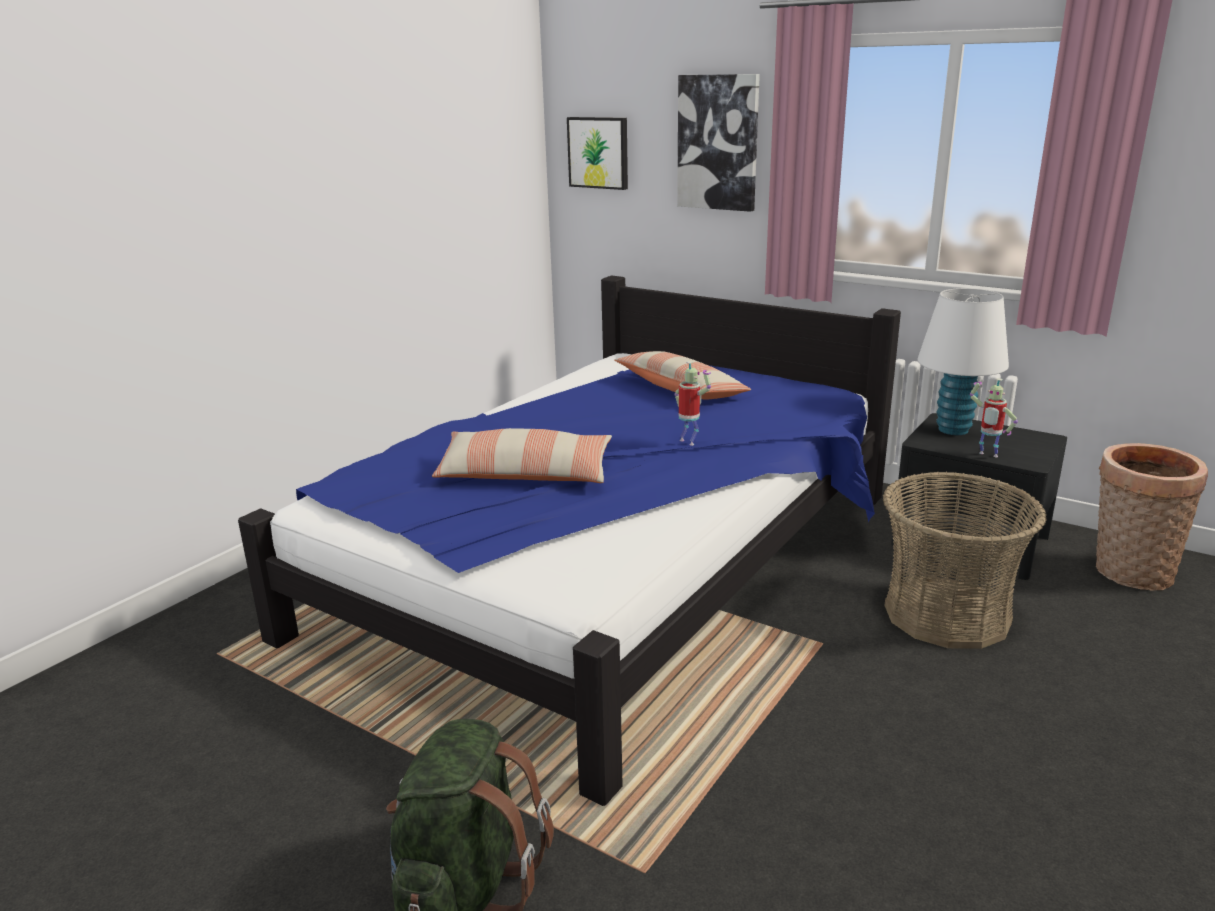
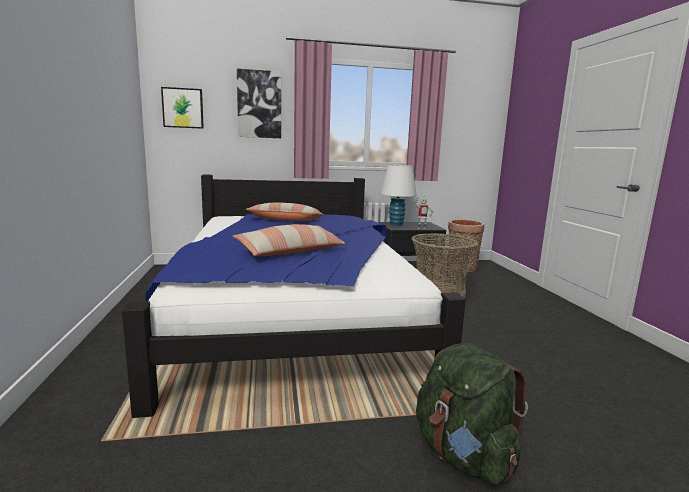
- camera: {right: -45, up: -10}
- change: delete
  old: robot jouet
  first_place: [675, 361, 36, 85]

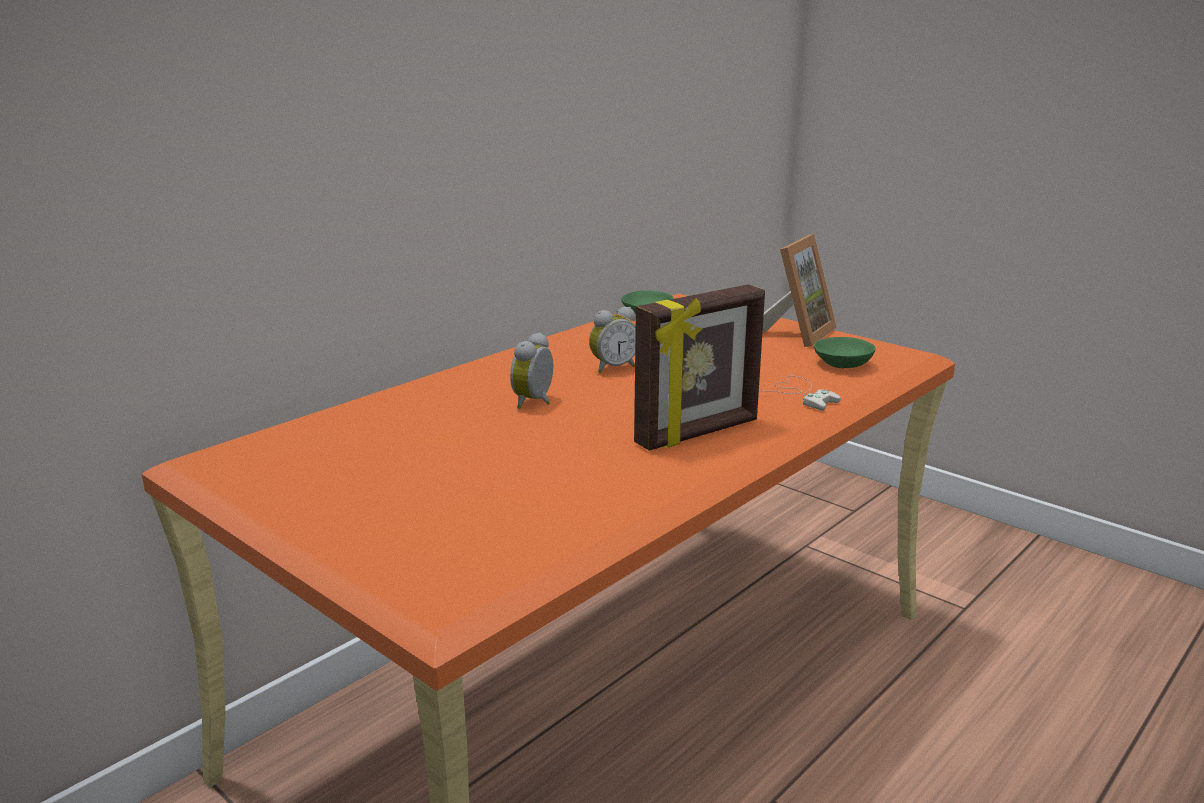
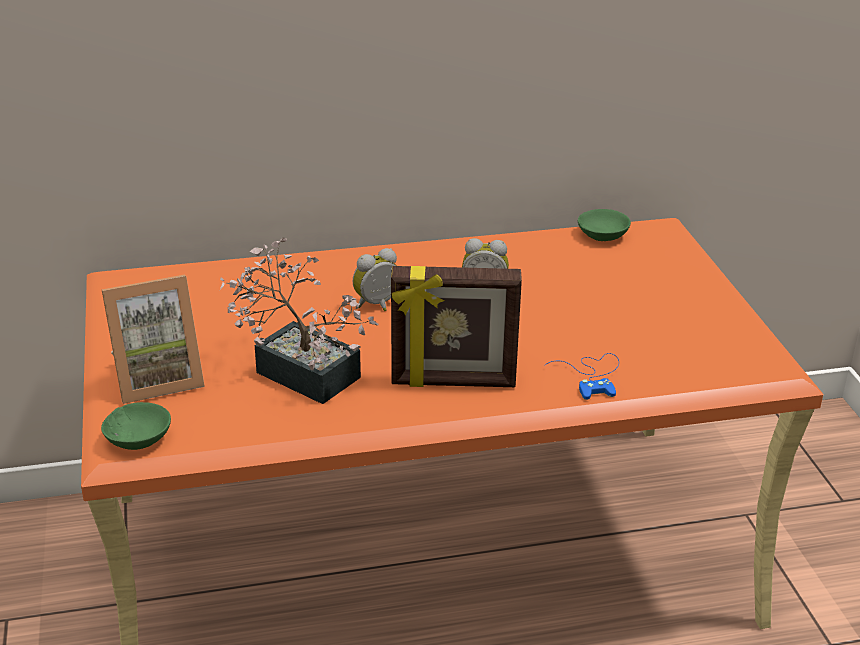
- camera: {right: 35, up: 10}
- change: recolor
  old: manette [blanc]
  new: manette [bleu]
  first_place: [760, 376, 81, 34]
  second_place: [544, 353, 75, 47]
- change: move
  old: cadre photo
  first_place: [763, 234, 74, 113]
  second_place: [102, 274, 103, 130]
- change: move
  old: bol [vert]
  first_place: [814, 337, 62, 31]
  second_place: [101, 402, 70, 48]
- change: insert
  new: plante en pot
  second_place: [220, 237, 159, 167]

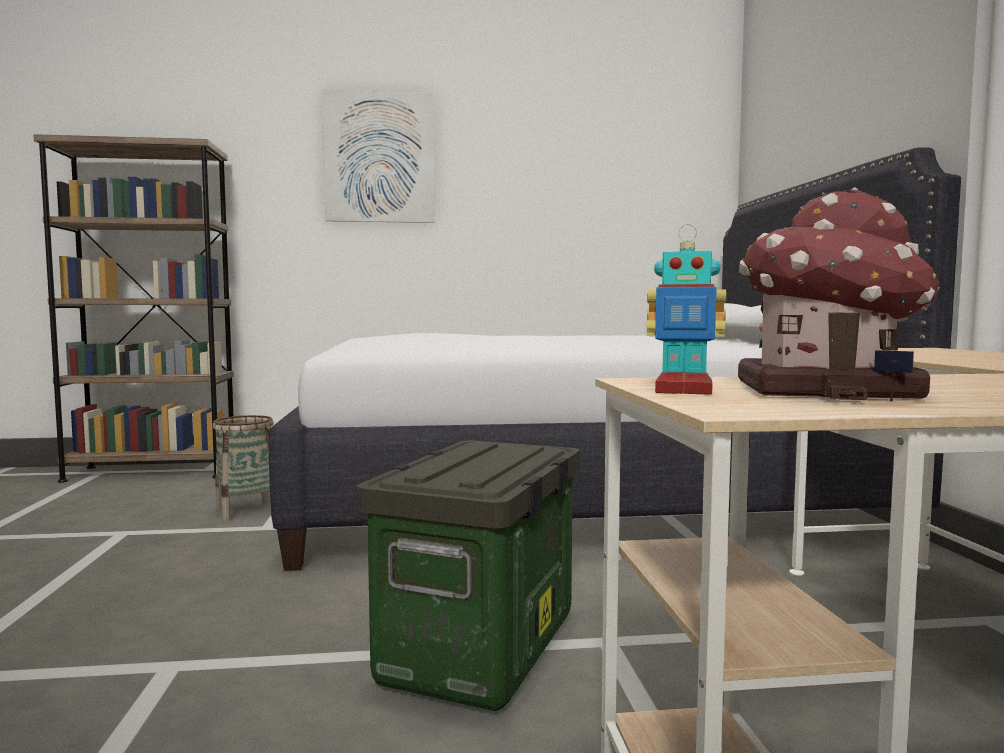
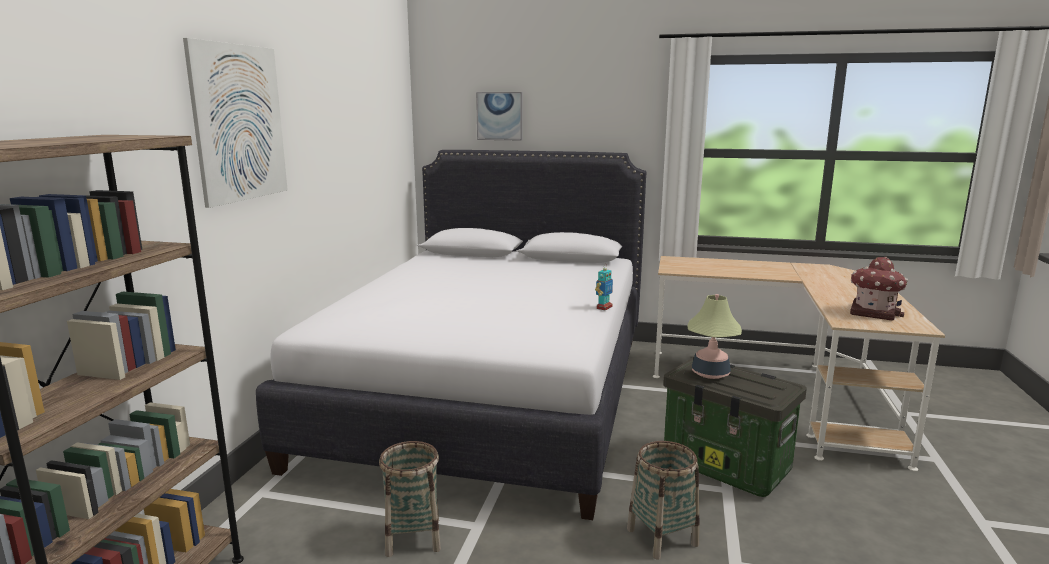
- camera: {right: -70, up: 10}
- change: move
  old: robot jouet
  first_place: [646, 224, 80, 171]
  second_place: [595, 264, 18, 47]
- change: insert
  new: tableau
  second_place: [476, 92, 47, 49]
- change: insert
  new: panier
  second_place: [627, 441, 72, 119]
- change: insert
  new: lampe de table
  second_place: [688, 294, 54, 85]

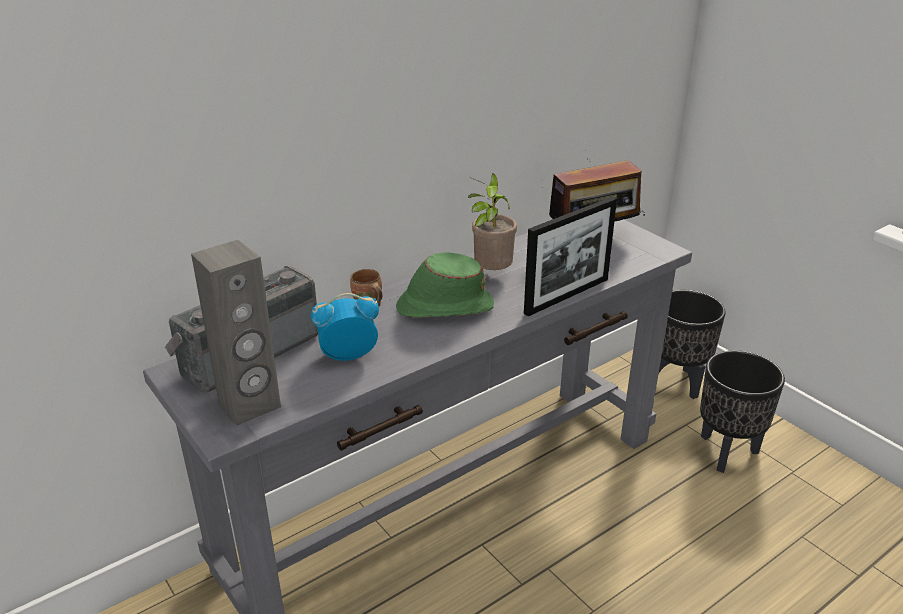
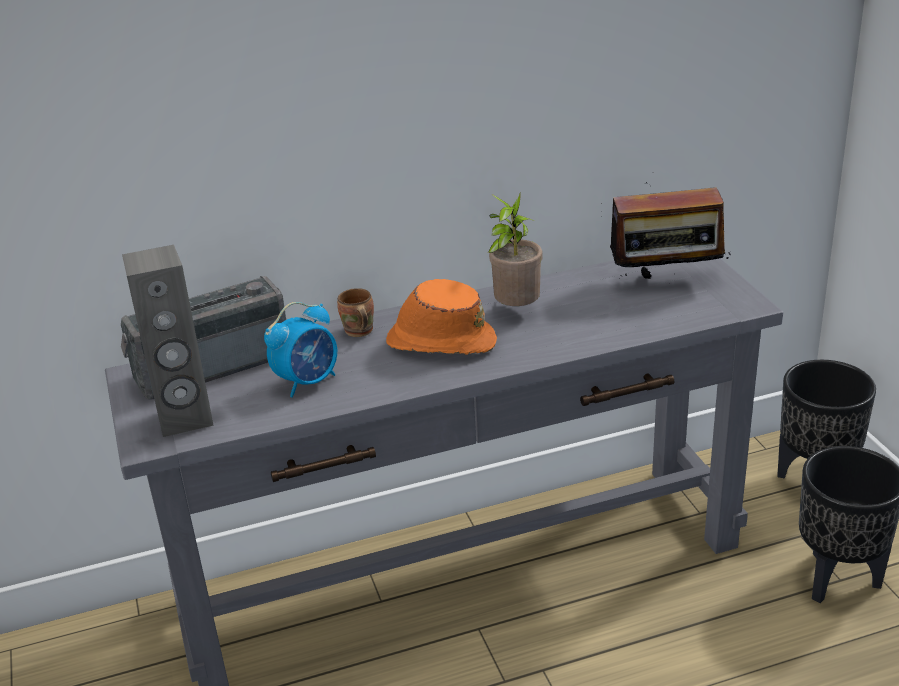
- camera: {right: 20, up: 0}
- change: rotate
  old: réveil
  first_place: [311, 293, 68, 68]
  second_place: [264, 302, 73, 96]
  degrees: 135
- change: recolor
  old: chapeau [vert]
  new: chapeau [orange]
  first_place: [396, 252, 98, 66]
  second_place: [386, 279, 111, 76]
- change: delete
  old: cadre photo
  first_place: [524, 197, 93, 119]

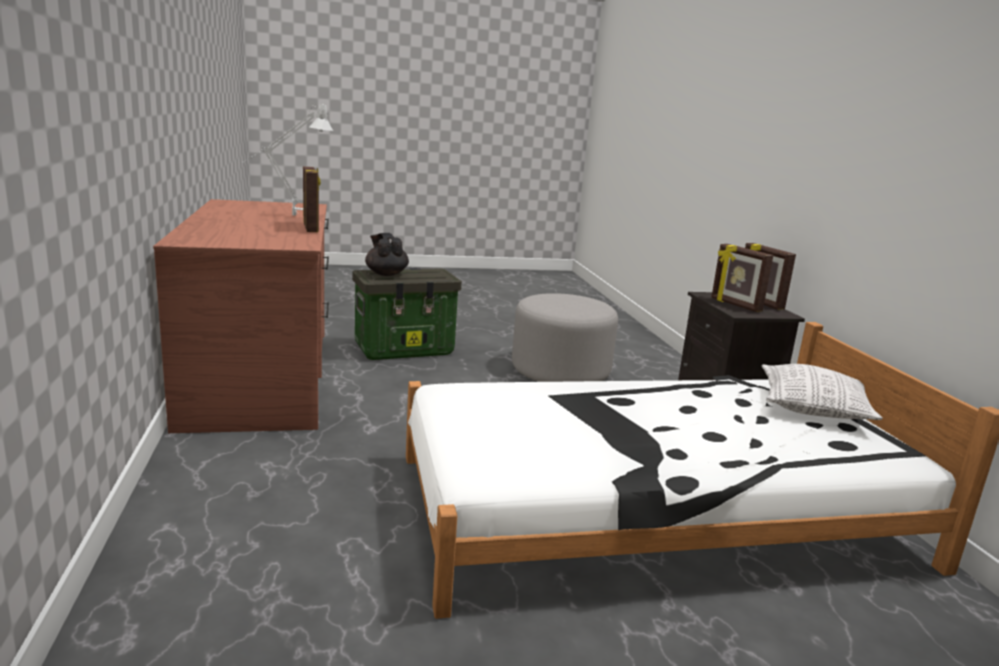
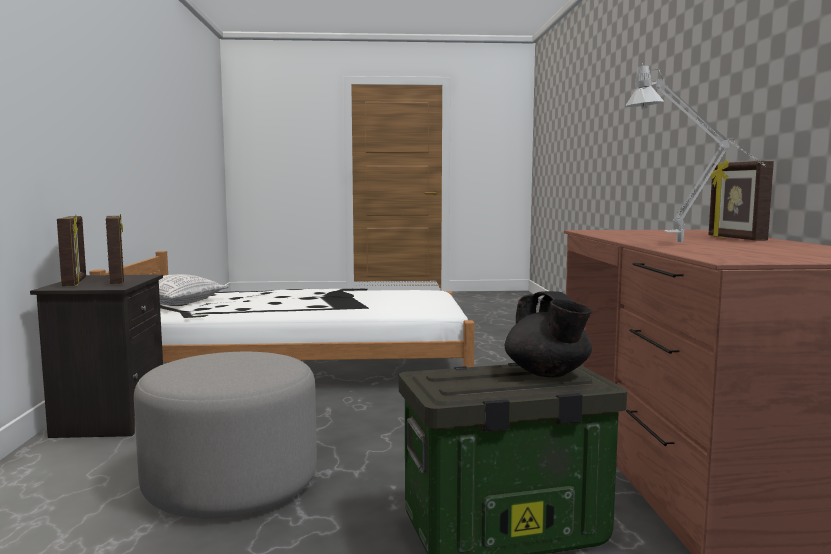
- camera: {right: -170, up: -10}
- change: move
  old: cadre photo
  first_place: [303, 166, 17, 66]
  second_place: [708, 160, 66, 81]

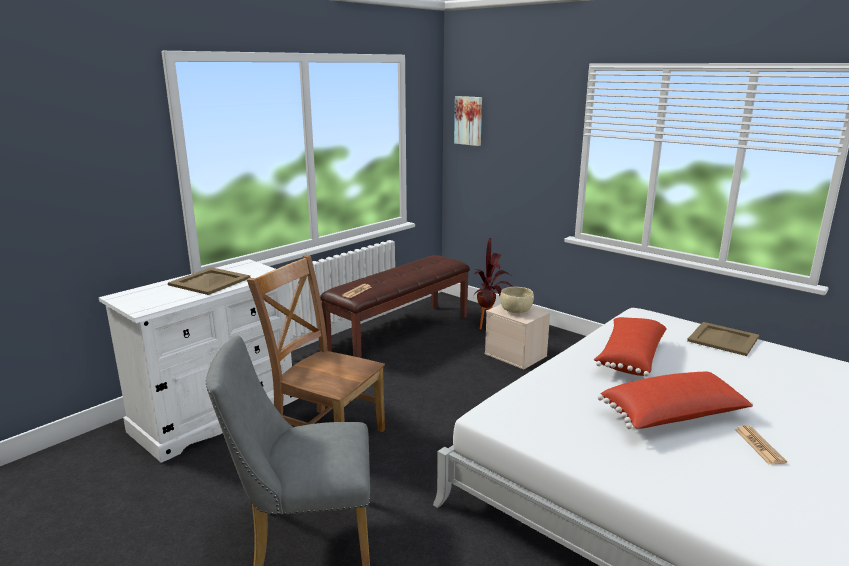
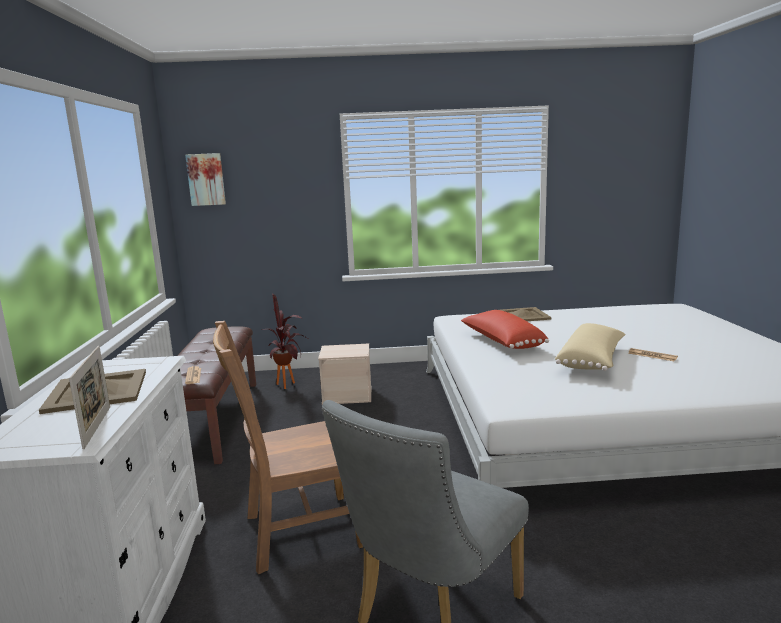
- camera: {right: -45, up: -5}
- change: delete
  old: bol [beige]
  first_place: [500, 287, 34, 26]
- change: recolor
  old: coussin [rouge]
  new: coussin [beige]
  first_place: [597, 372, 156, 57]
  second_place: [555, 323, 71, 48]
- change: insert
  new: cadre photo
  second_place: [69, 346, 41, 103]

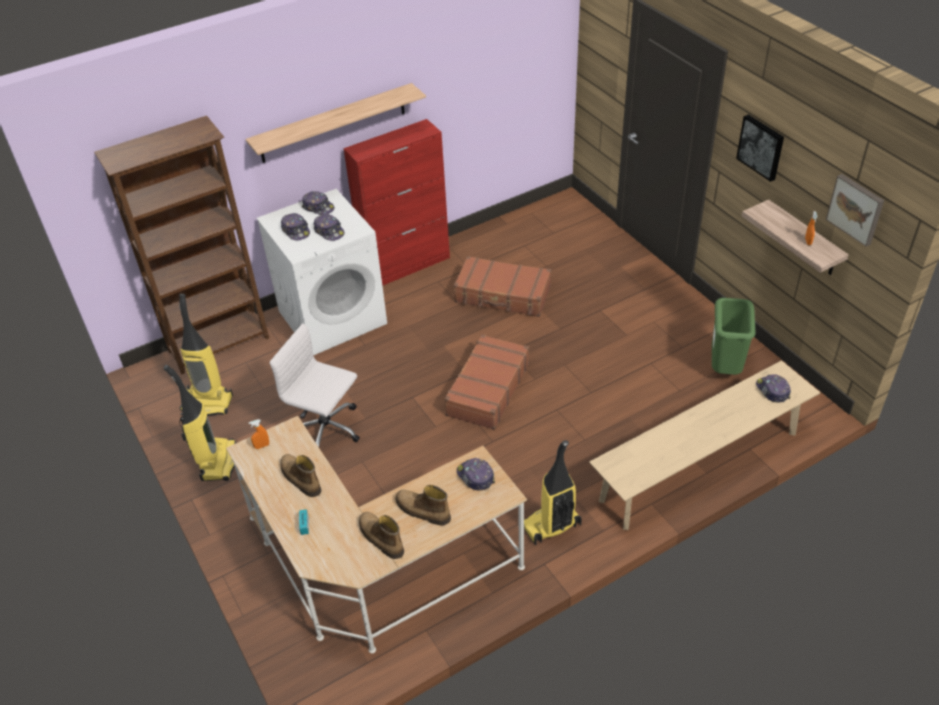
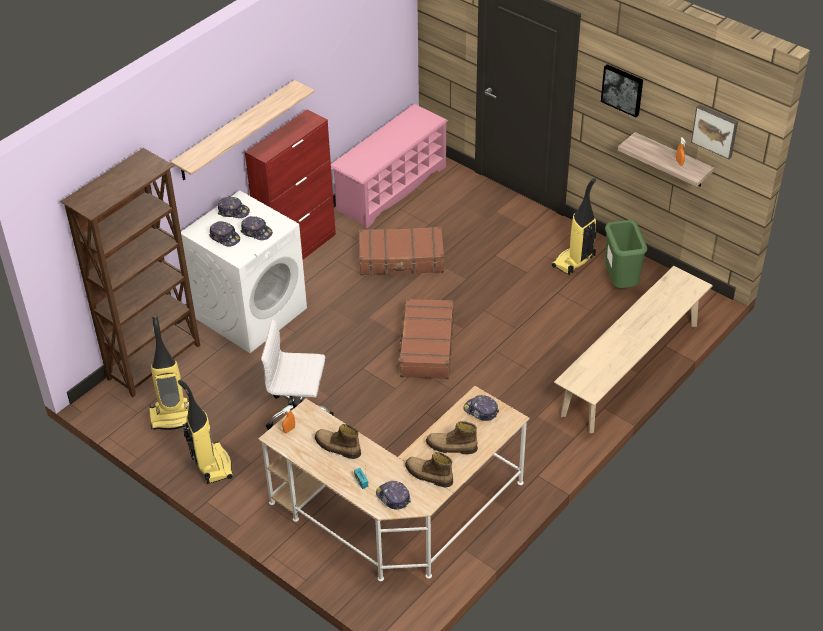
- camera: {right: -20, up: 0}
- change: move
  old: aspirateur
  first_place: [524, 440, 58, 105]
  second_place: [552, 178, 45, 97]
- change: move
  old: casquette
  first_place: [756, 374, 35, 28]
  second_place: [376, 481, 35, 29]
- change: insert
  new: étagère à chaussures [rose]
  second_place: [331, 104, 117, 125]

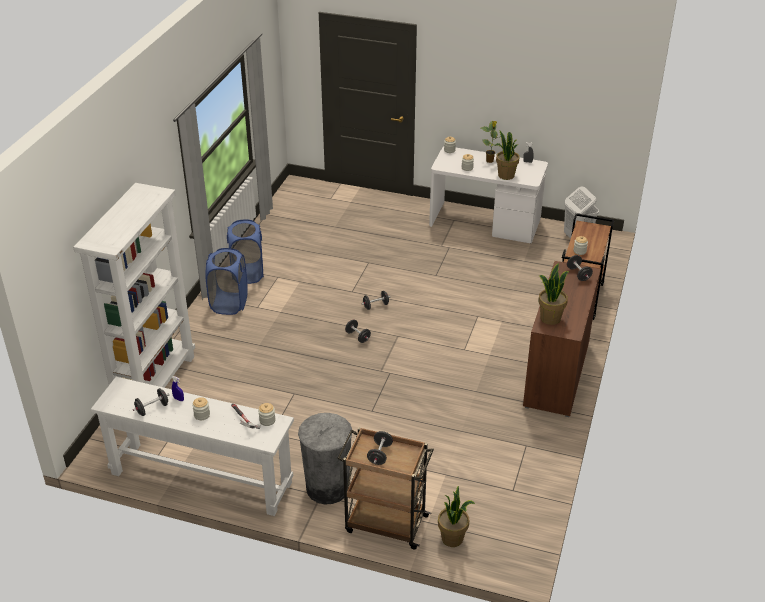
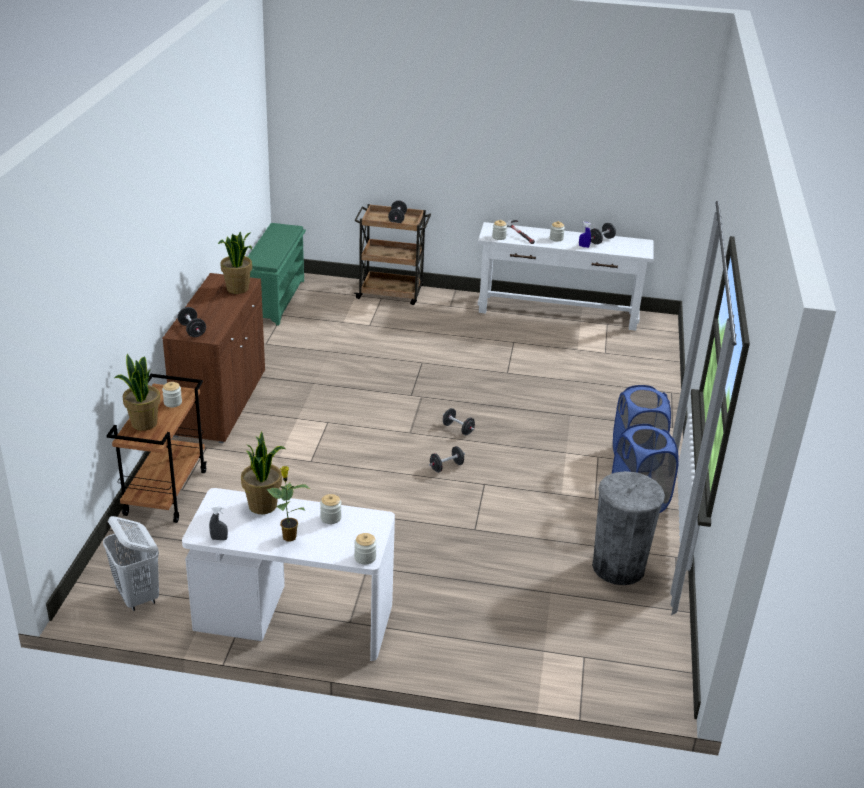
- camera: {right: 170, up: -5}
- change: delete
  old: bibliothèque [blanc]
  first_place: [73, 183, 122, 205]
- change: move
  old: poubelle [gris]
  first_place: [298, 413, 54, 91]
  second_place: [592, 471, 73, 114]
- change: move
  old: plante en pot
  first_place: [438, 486, 37, 61]
  second_place: [115, 353, 45, 78]
- change: insert
  new: étagère à chaussures [vert]
  second_place: [248, 223, 58, 103]

